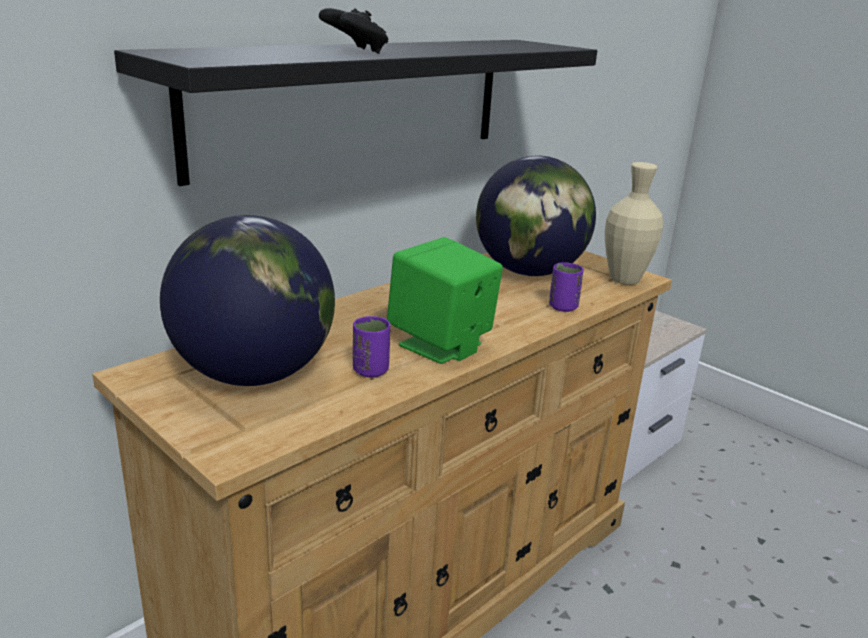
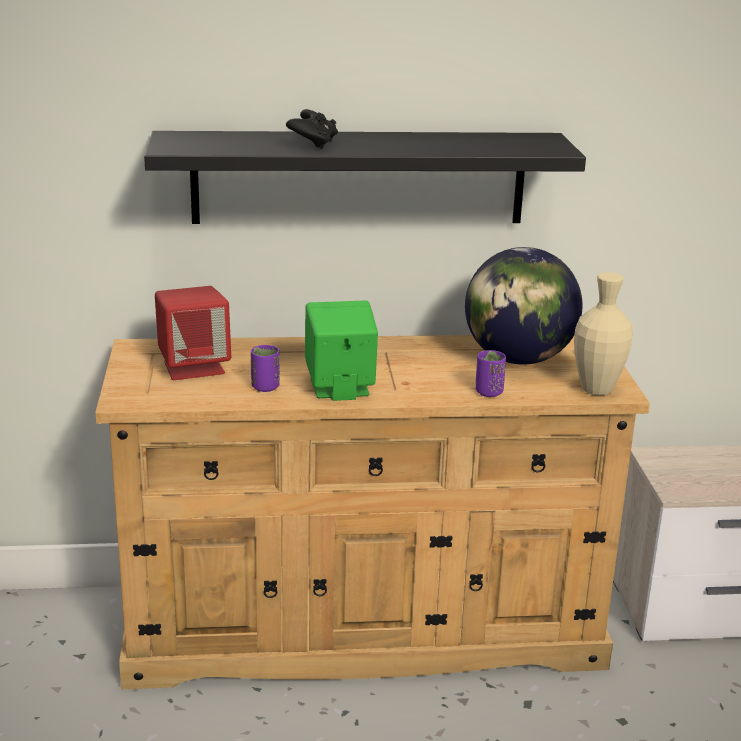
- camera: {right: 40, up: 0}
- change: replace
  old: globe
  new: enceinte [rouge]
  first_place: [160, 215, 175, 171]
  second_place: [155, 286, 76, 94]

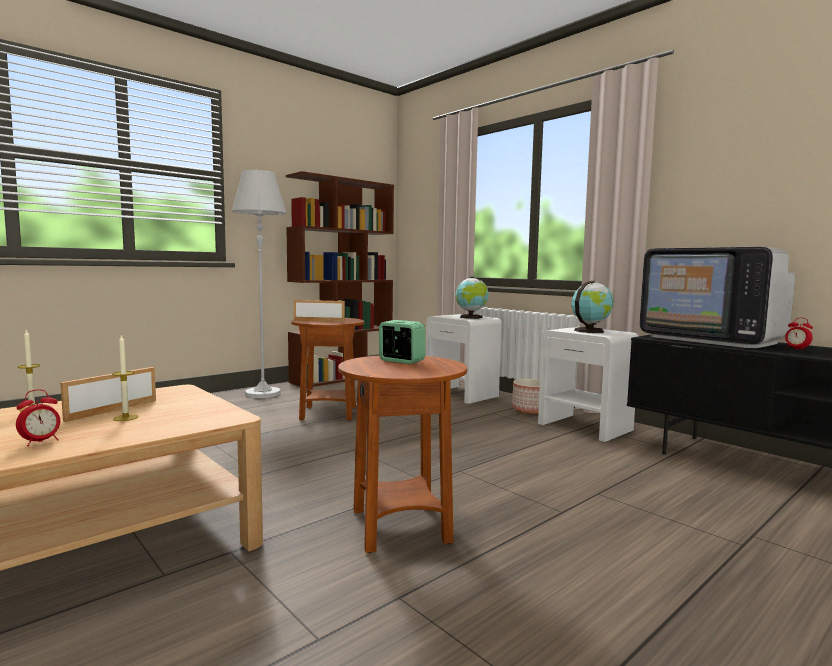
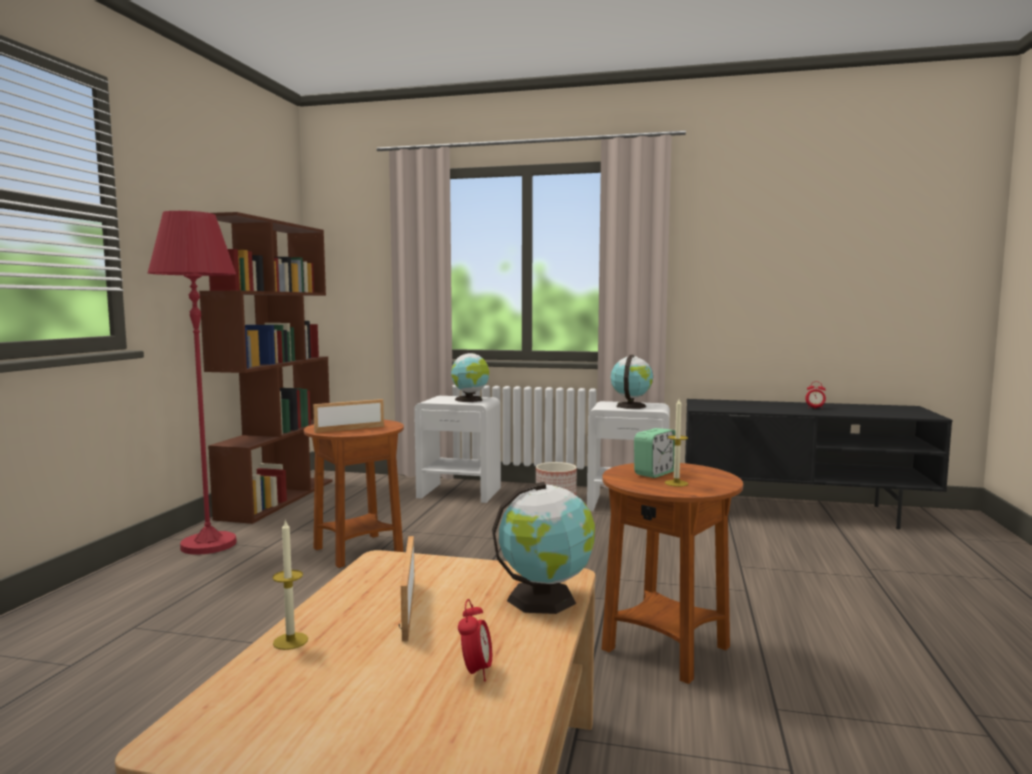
- camera: {right: -35, up: 0}
- change: move
  old: bougie
  first_place: [112, 334, 27, 87]
  second_place: [665, 399, 23, 88]
- change: recolor
  old: lampadaire [blanc]
  new: lampadaire [rouge]
  first_place: [232, 170, 54, 228]
  second_place: [148, 211, 89, 344]
- change: rotate
  old: réveil
  first_place: [379, 320, 46, 44]
  second_place: [634, 428, 42, 50]
  degrees: 135
- change: delete
  old: téléviseur
  first_place: [640, 247, 155, 101]
- change: insert
  new: globe
  second_place: [492, 482, 103, 132]

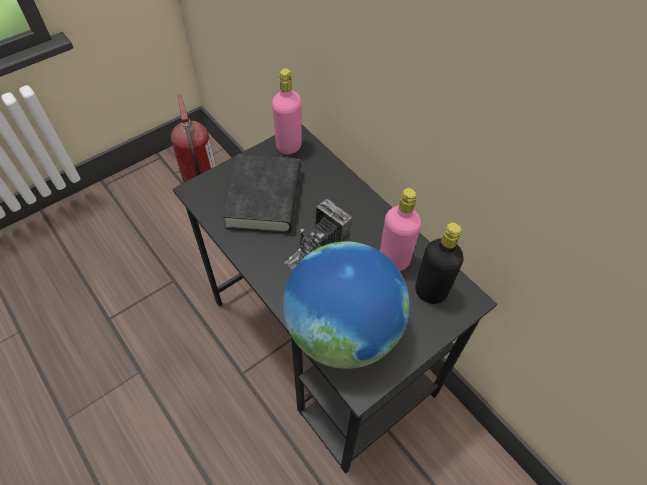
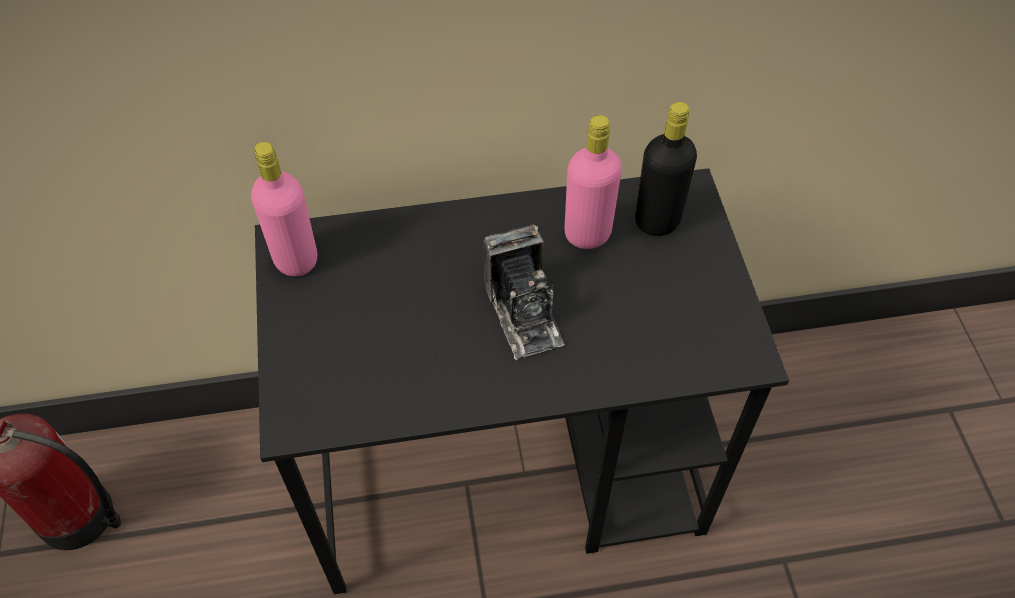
- camera: {right: -60, up: 0}
- change: delete
  old: livre [noir]
  first_place: [222, 154, 79, 79]
- change: delete
  old: globe
  first_place: [283, 241, 127, 128]

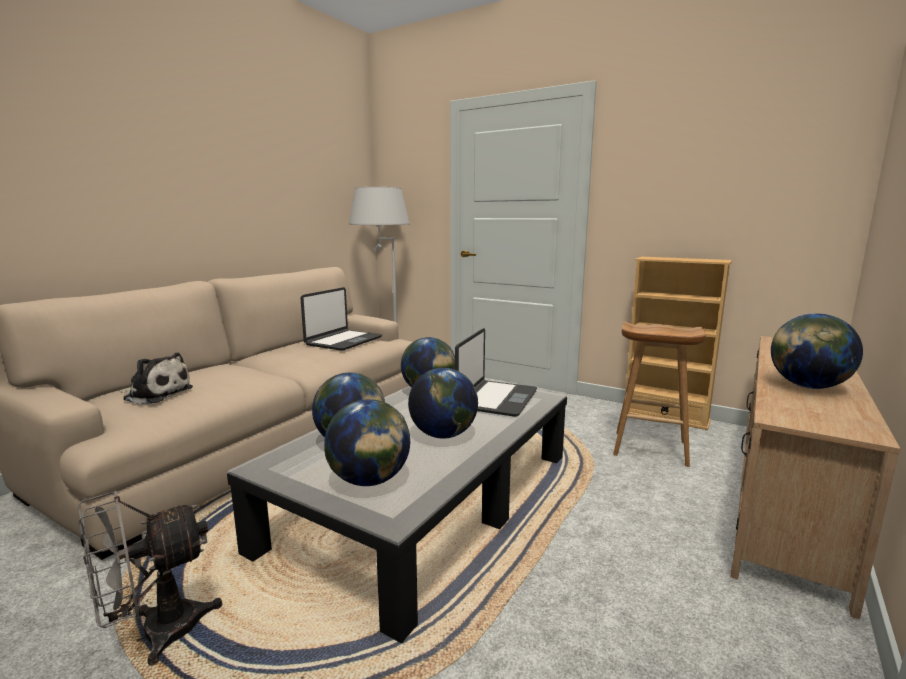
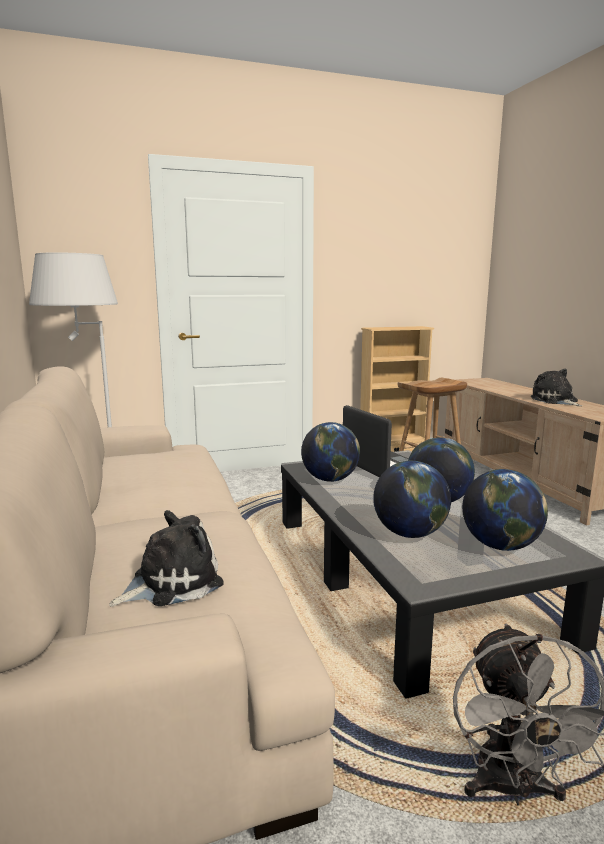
- camera: {right: -50, up: 0}
- change: delete
  old: ordinateur portable
  first_place: [300, 287, 82, 64]
- change: replace
  old: globe
  new: peluche
  first_place: [771, 313, 92, 76]
  second_place: [531, 369, 51, 37]

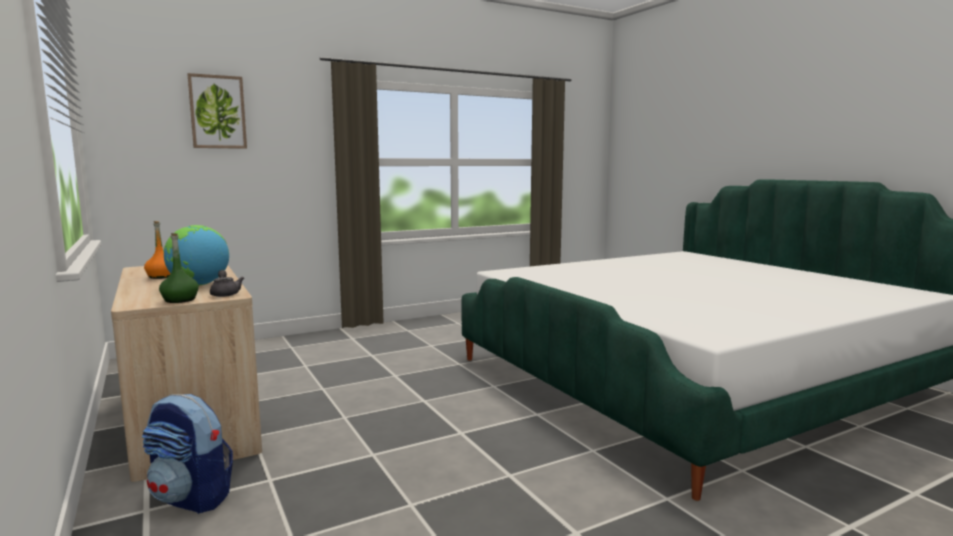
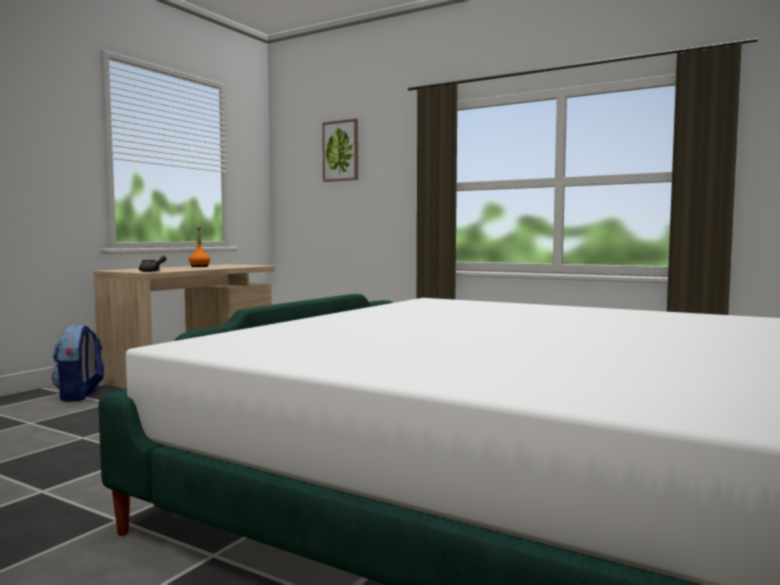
- camera: {right: 60, up: -5}
- change: delete
  old: bouteille [vert]
  first_place: [159, 233, 40, 70]
- change: delete
  old: globe
  first_place: [164, 225, 65, 60]

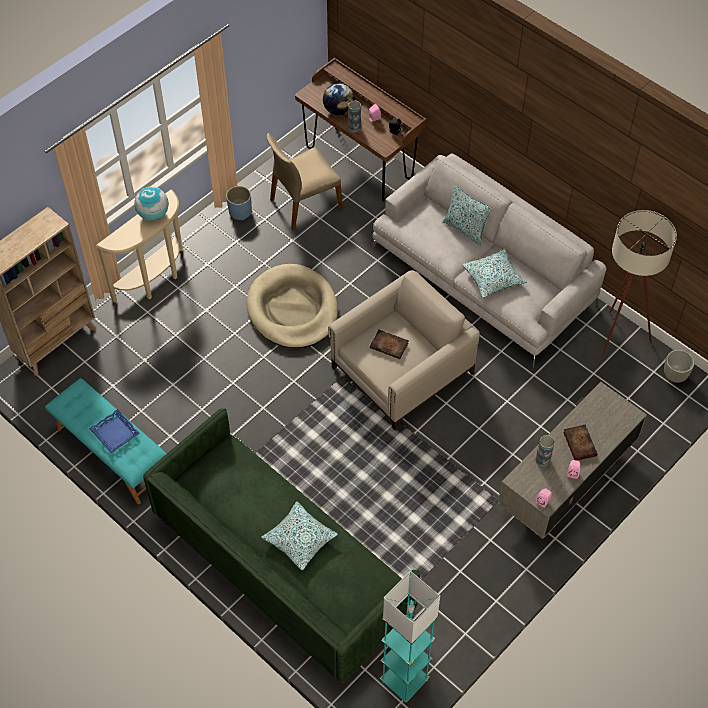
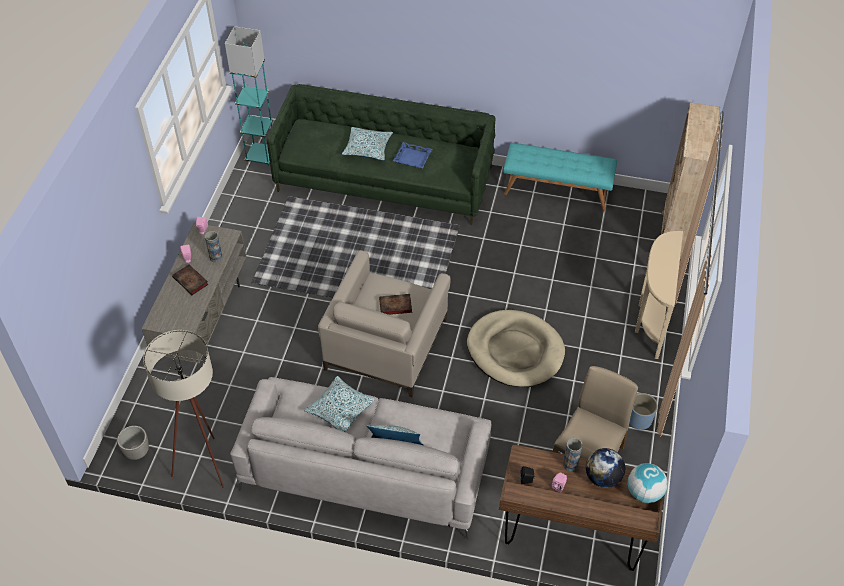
- camera: {right: 150, up: -5}
- change: move
  old: plateau [bleu]
  first_place: [89, 409, 51, 44]
  second_place: [393, 142, 39, 26]
- change: move
  old: globe
  first_place: [134, 187, 35, 34]
  second_place: [627, 463, 41, 40]

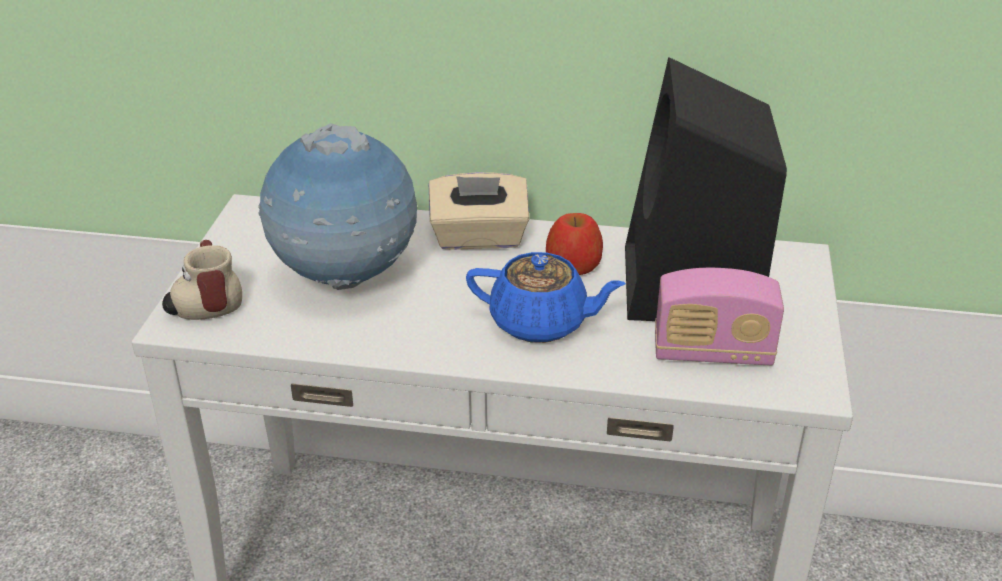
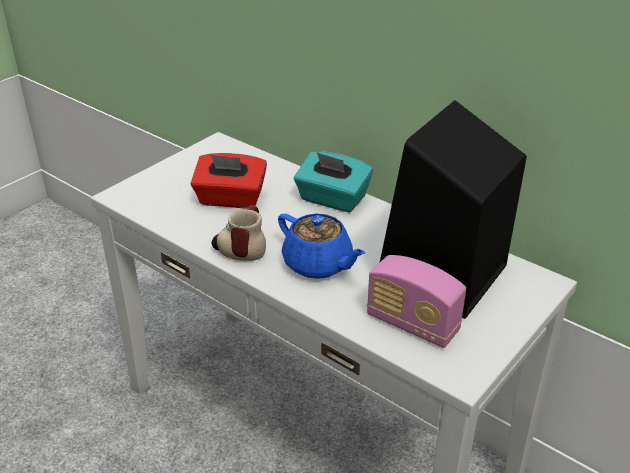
- camera: {right: 30, up: 0}
- change: move
  old: mug
  first_place: [162, 240, 80, 80]
  second_place: [212, 205, 54, 56]
- change: replace
  old: globe
  new: boîte à mouchoirs [rouge]
  first_place: [258, 123, 159, 167]
  second_place: [191, 153, 76, 56]
- change: recolor
  old: boîte à mouchoirs [beige]
  new: boîte à mouchoirs [turquoise]
  first_place: [429, 172, 100, 78]
  second_place: [294, 151, 79, 62]
- change: delete
  old: pomme
  first_place: [546, 213, 57, 62]

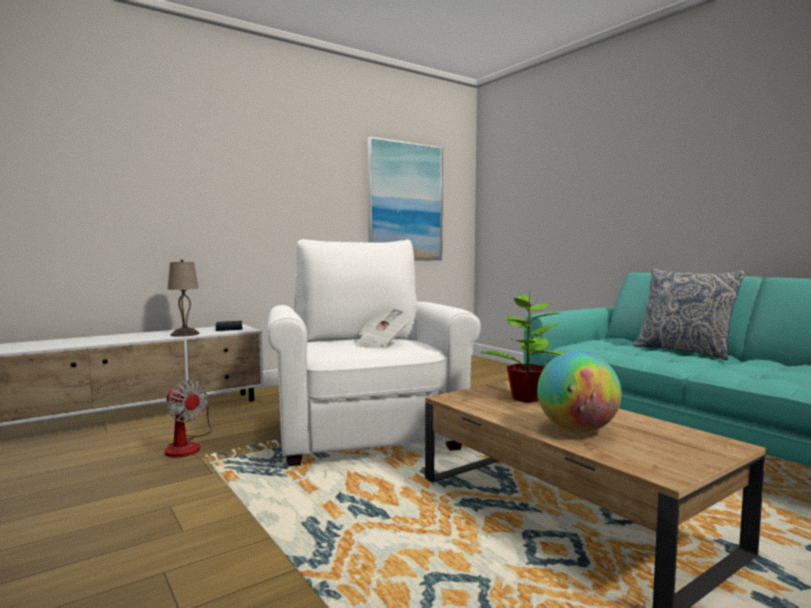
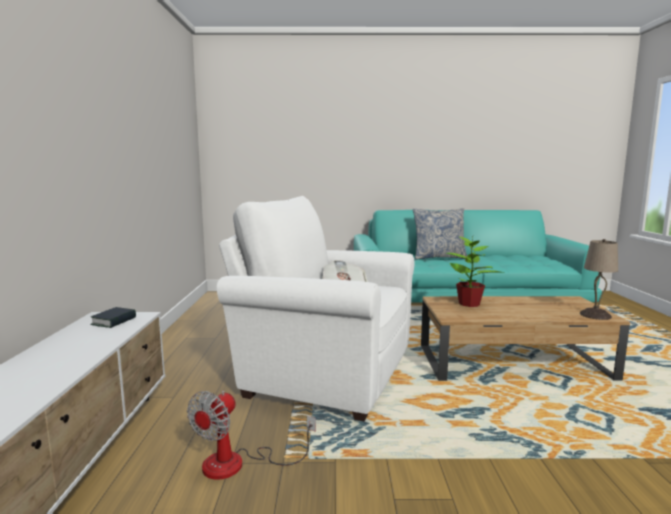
- camera: {right: -55, up: 5}
- change: rotate
  old: ventilateur
  first_place: [164, 380, 48, 77]
  second_place: [187, 391, 129, 88]
  degrees: 135
- change: move
  old: lampe de table [beige]
  first_place: [168, 259, 32, 78]
  second_place: [580, 239, 38, 81]
- change: delete
  old: tableau
  first_place: [368, 137, 75, 124]
- change: delete
  old: globe
  first_place: [537, 351, 85, 82]

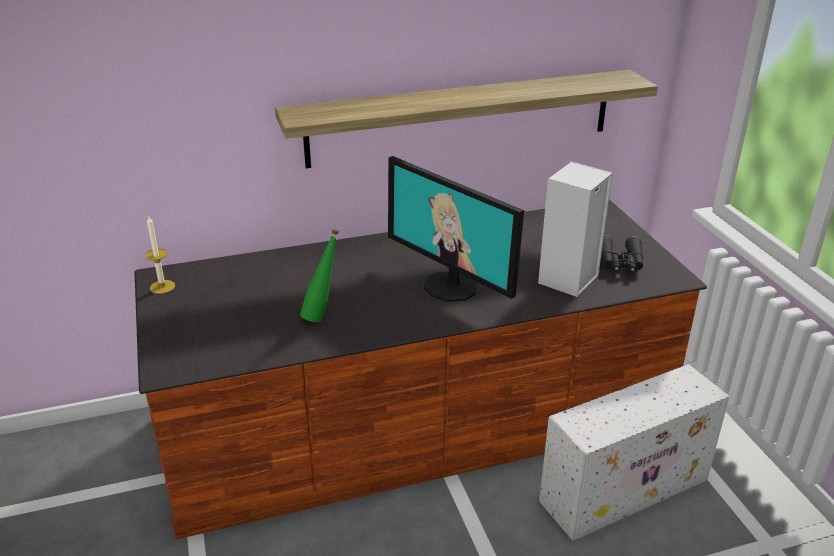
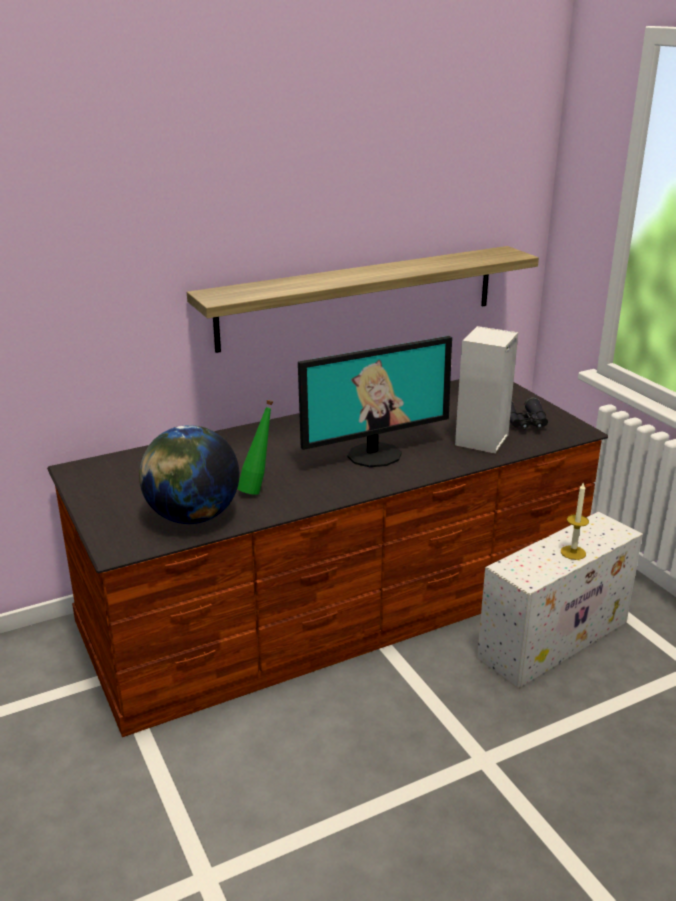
- camera: {right: -10, up: -5}
- change: move
  old: bougie
  first_place: [145, 215, 30, 79]
  second_place: [561, 482, 28, 78]
- change: rotate
  old: écran d'ordinateur
  first_place: [388, 156, 136, 146]
  second_place: [298, 336, 154, 131]
  degrees: -60
- change: insert
  new: globe
  second_place: [139, 425, 100, 99]

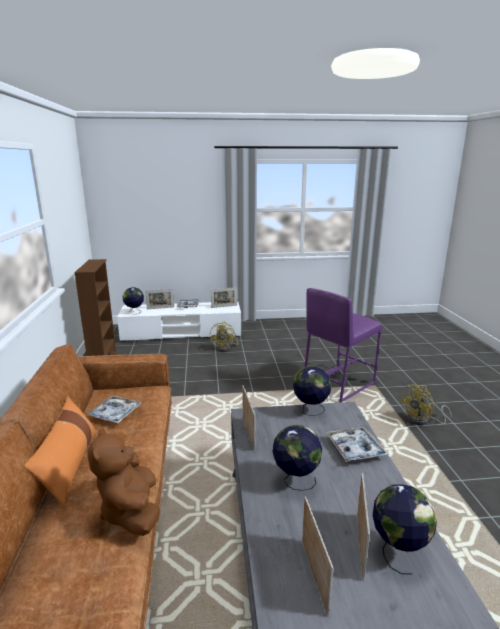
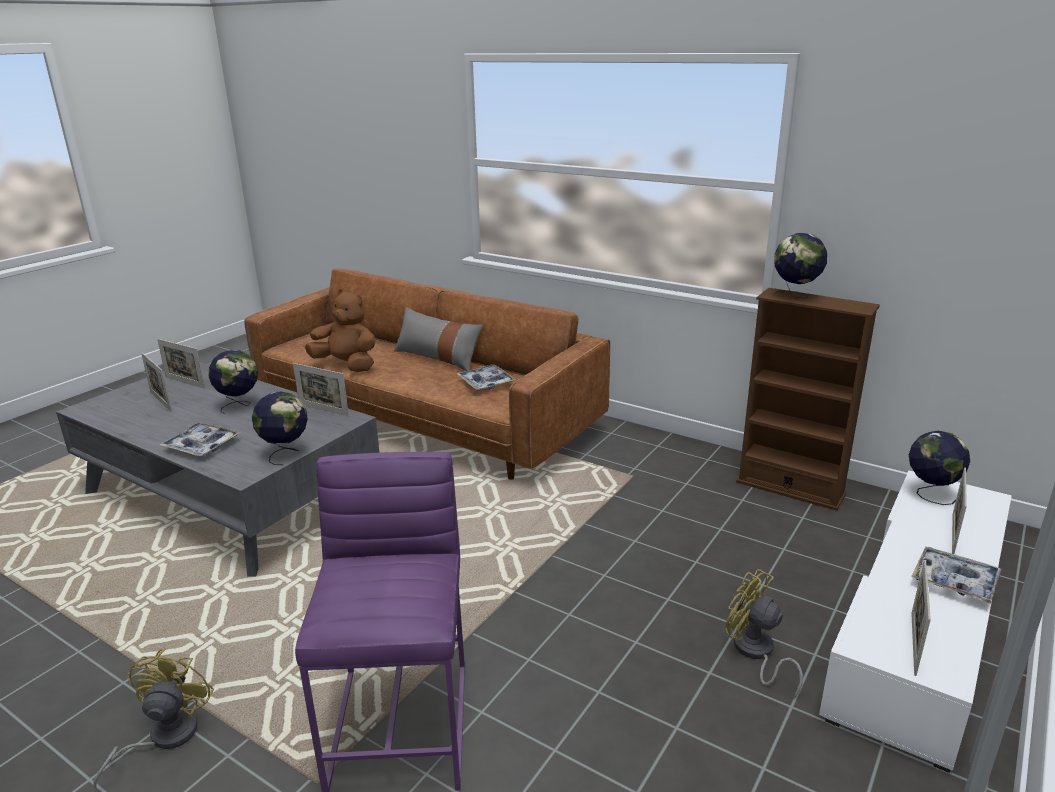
- camera: {right: 130, up: 5}
- change: recolor
  old: coussin [orange]
  new: coussin [gris]
  first_place: [25, 396, 72, 111]
  second_place: [394, 307, 89, 64]
- change: move
  old: globe
  first_place: [373, 484, 64, 91]
  second_place: [774, 233, 53, 66]

